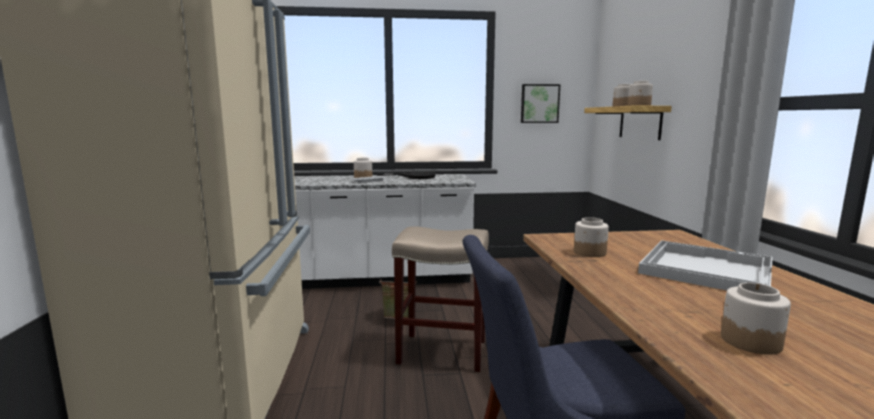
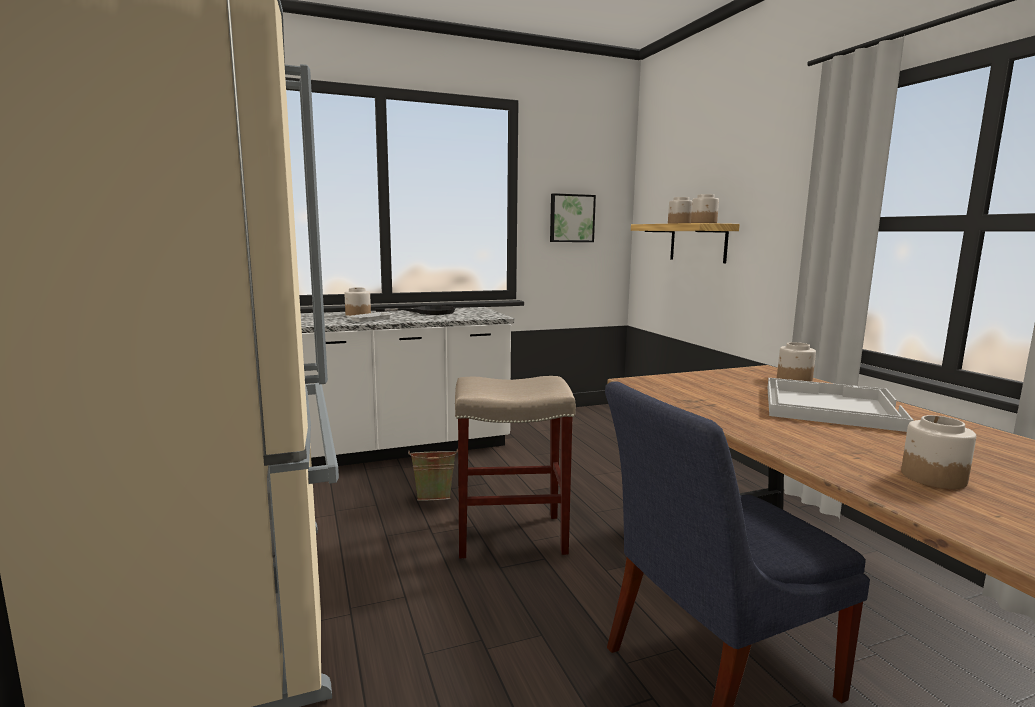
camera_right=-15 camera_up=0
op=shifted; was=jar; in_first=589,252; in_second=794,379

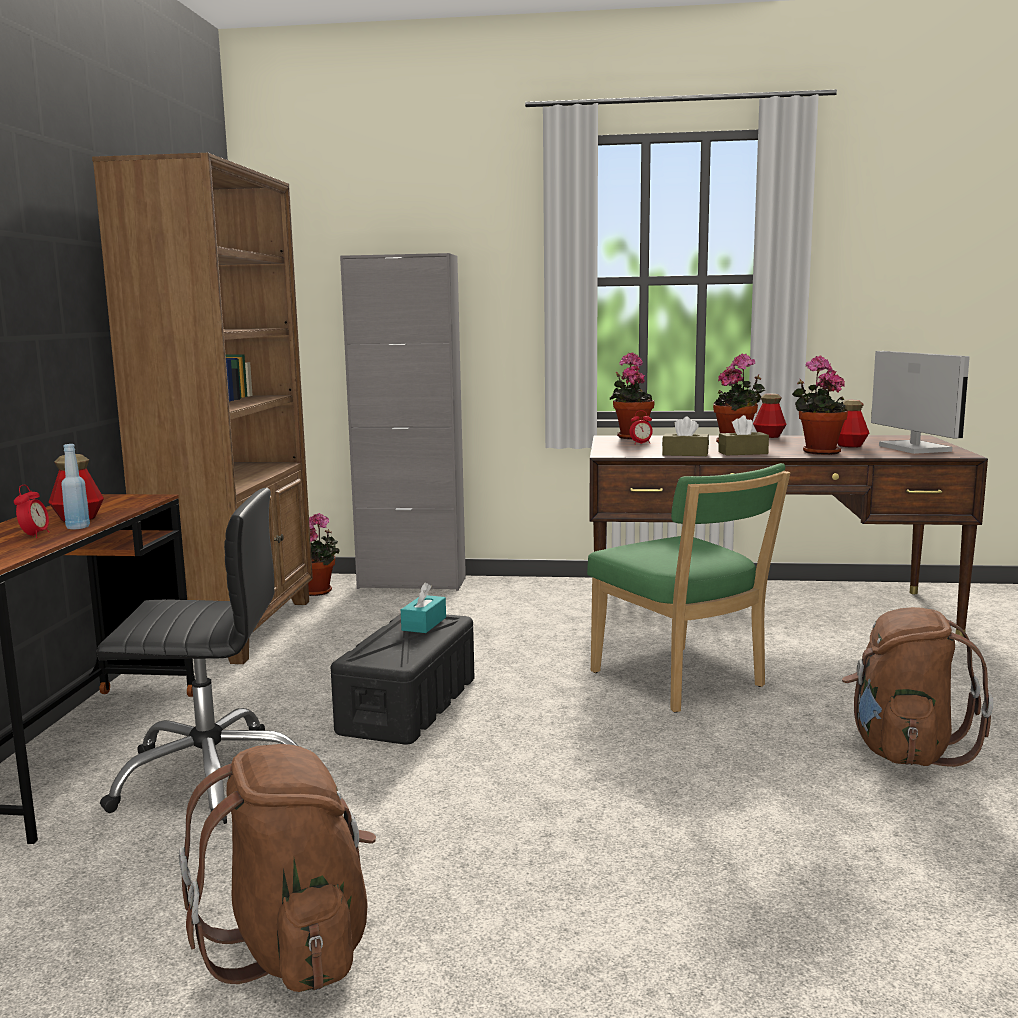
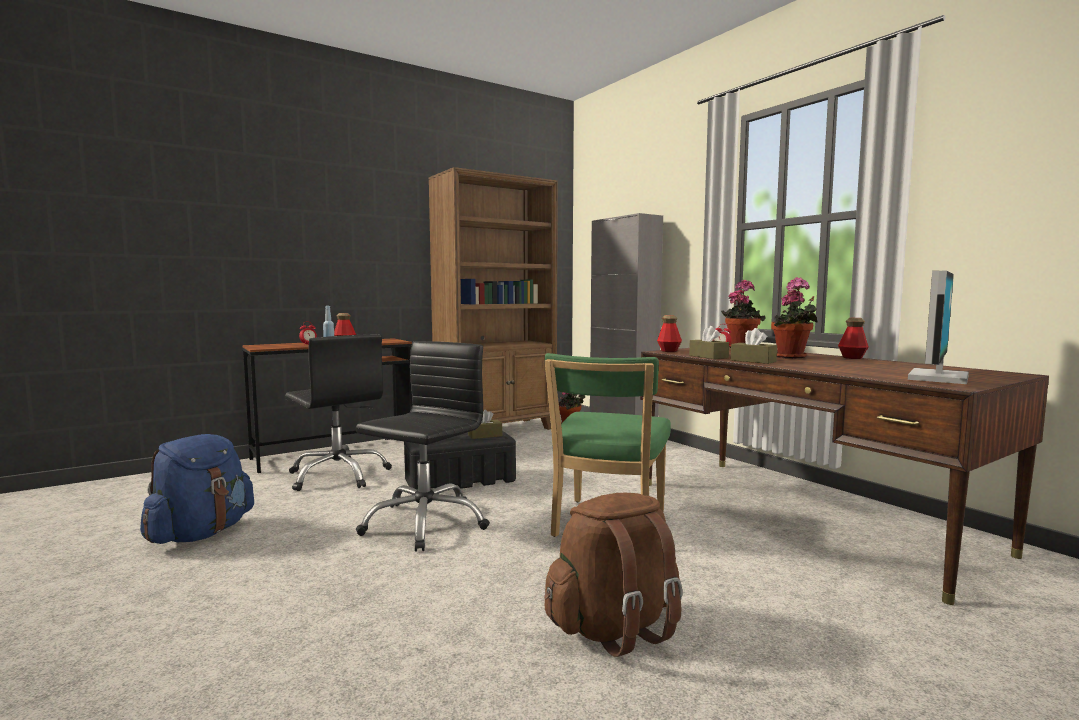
camera_right=50 camera_up=-5
op=repainted; was=brown-coloured backpack; now=bluish backpack; in_first=293,946; in_second=201,533
op=repainted; was=turquoise tissue box; now=brown-coloured tissue box; in_first=424,624; in_second=485,435
op=gone; was=plant in a pot; in_first=817,452
op=shifted; was=bottle; in_first=849,446; in_second=669,351
op=new; now=blackish desk chair; in_second=424,523

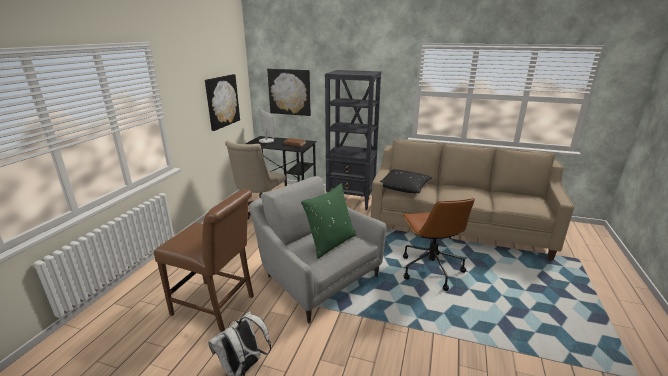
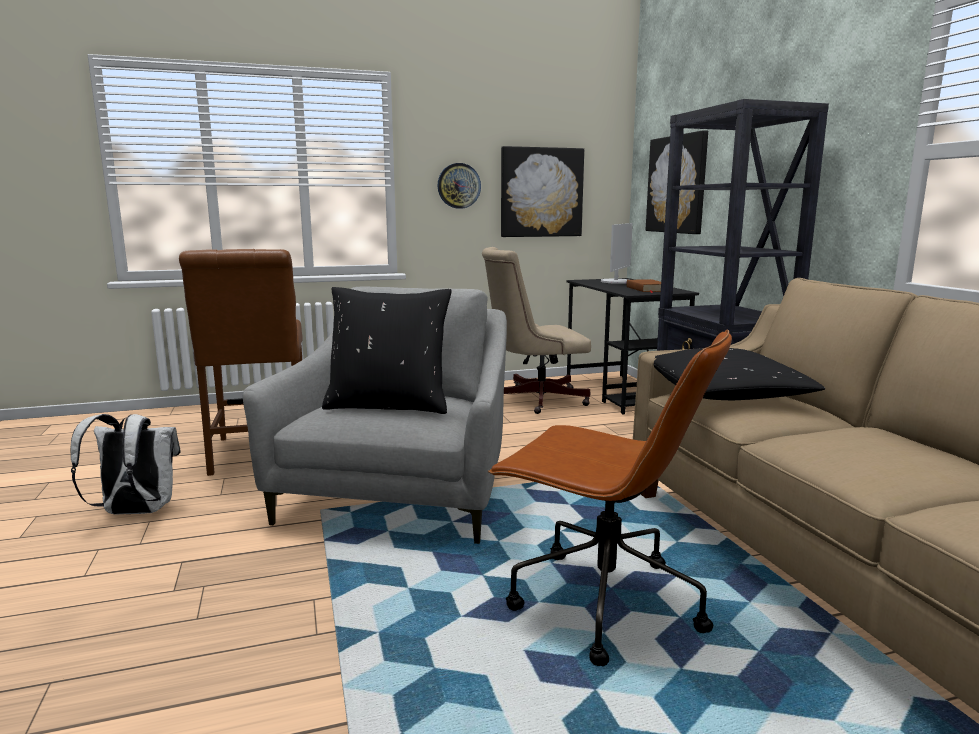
camera_right=55 camera_up=-10
op=repainted; was=green-coloured throw pillow; now=blackish throw pillow; in_first=330,243; in_second=389,405
op=rotated; was=brown-coloured desk chair; in_first=430,269; in_second=601,602; clockwise=-105
op=new; now=wall clock; in_second=459,186

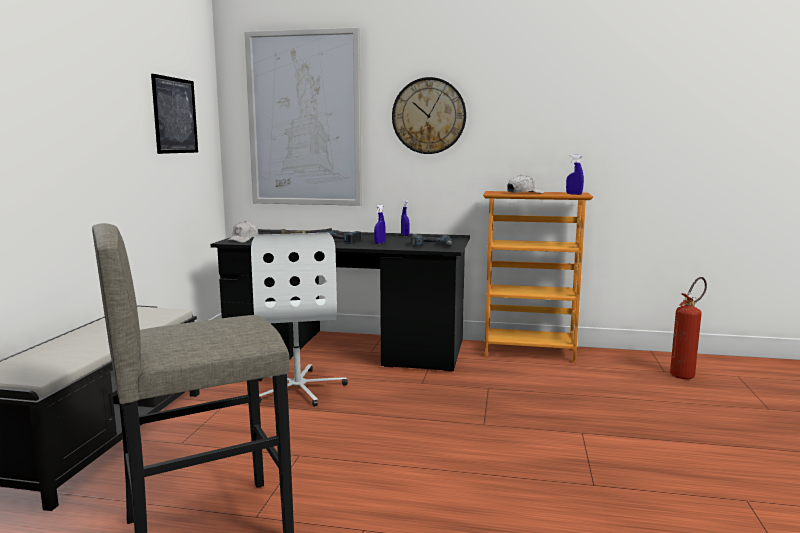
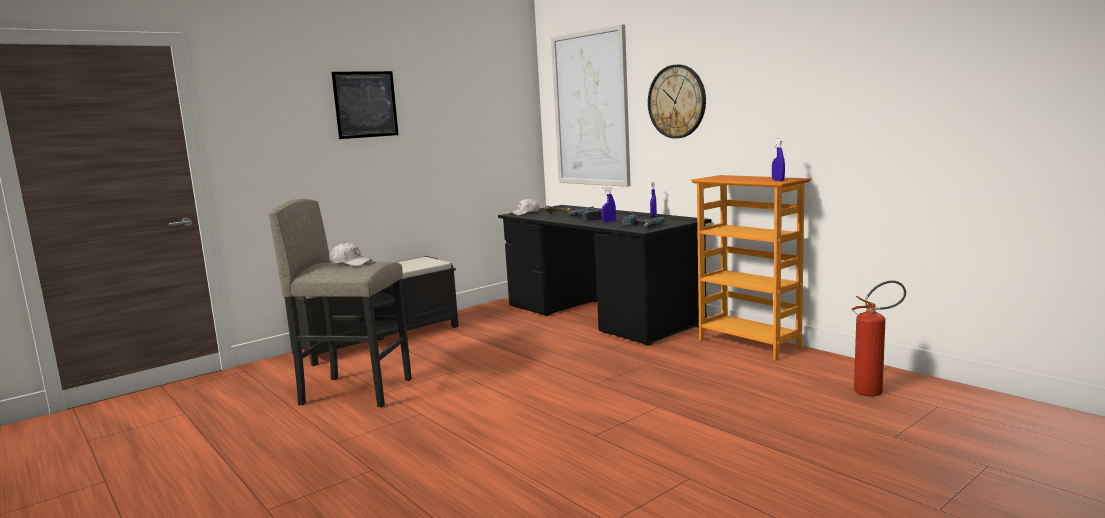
camera_right=40 camera_up=0
op=shifted; was=wall art; in_first=175,115; in_second=365,104
op=gone; was=white desk chair; in_first=298,388
op=shifted; was=white cap; in_first=524,193; in_second=350,263

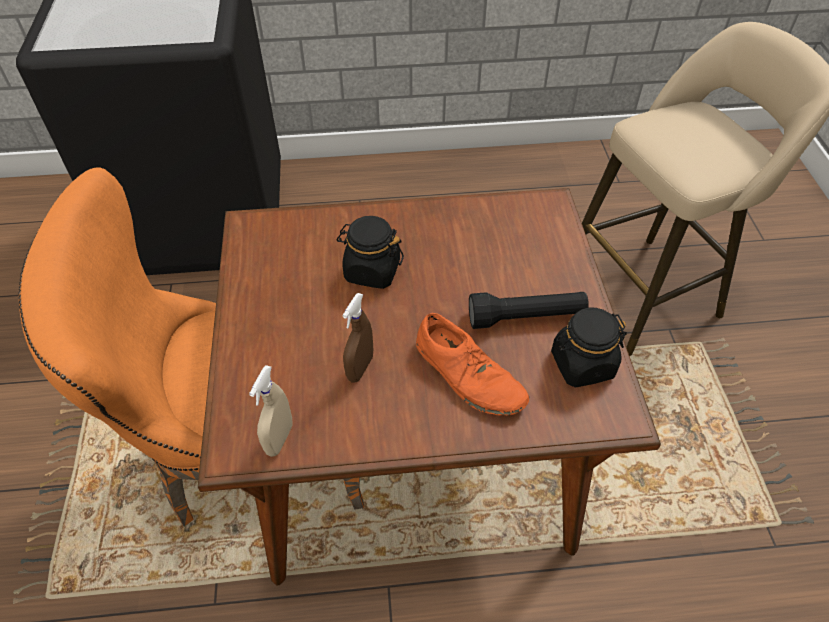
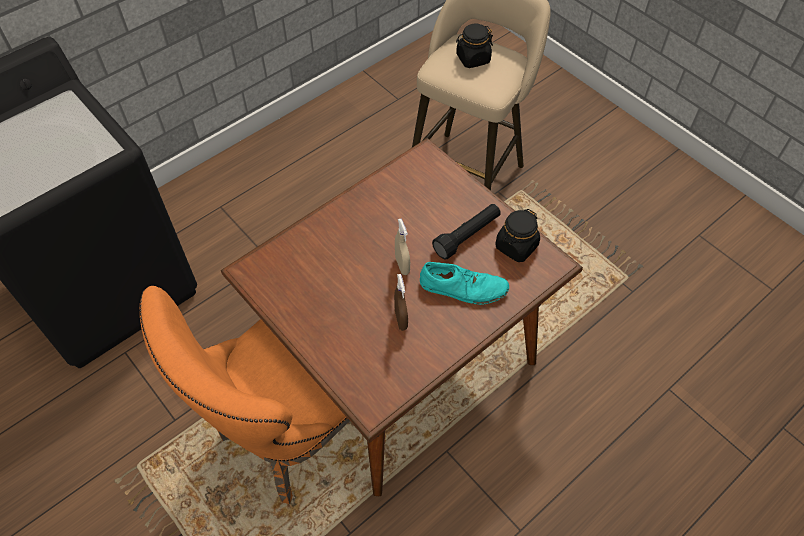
camera_right=-35 camera_up=5
op=shifted; was=sand-coloured hand sprayer; in_first=279,439; in_second=402,265
op=shifted; was=blackish jar; in_first=371,271; in_second=473,59
op=repainted; was=orangey shoe; now=turquoise shoe; in_first=469,375; in_second=463,288

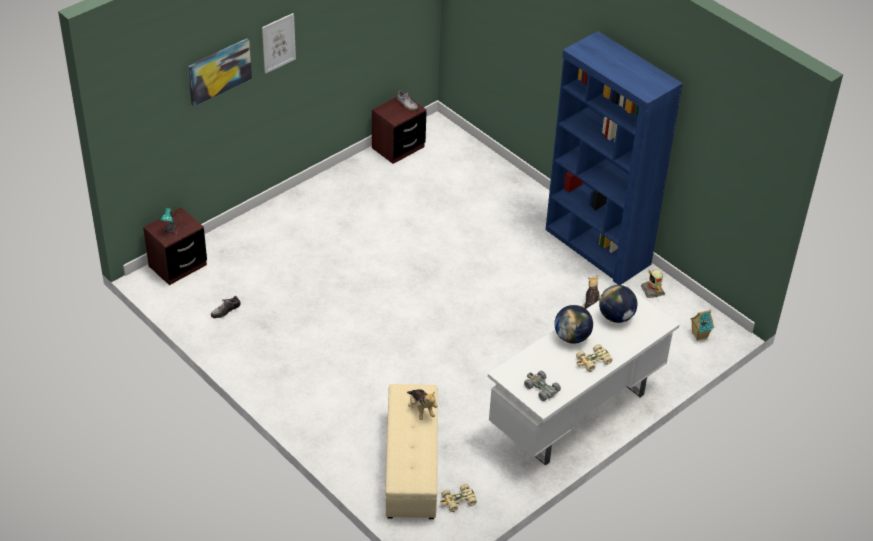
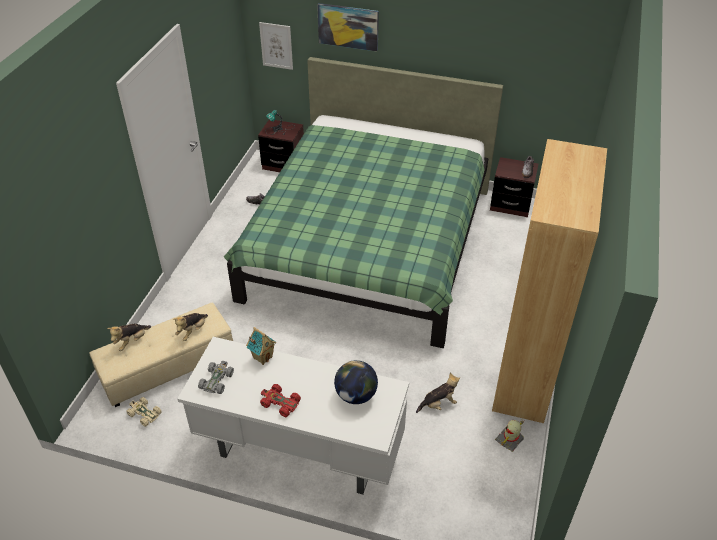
camera_right=60 camera_up=0
op=shifted; was=wall art; in_first=278,43; in_second=276,45
op=repainted; was=bluish bookshelf; now=brown-coloured bookshelf; in_first=597,247; in_second=525,373
op=gone; was=globe; in_first=572,337
op=repainted; was=sand-coloured model car; now=red model car; in_first=593,361; in_second=280,403
op=shifted; was=toy house; in_first=699,335; in_second=262,357
op=new; now=soft toy; in_second=132,341
op=new; now=green-coloured sleeping bed; in_second=369,243

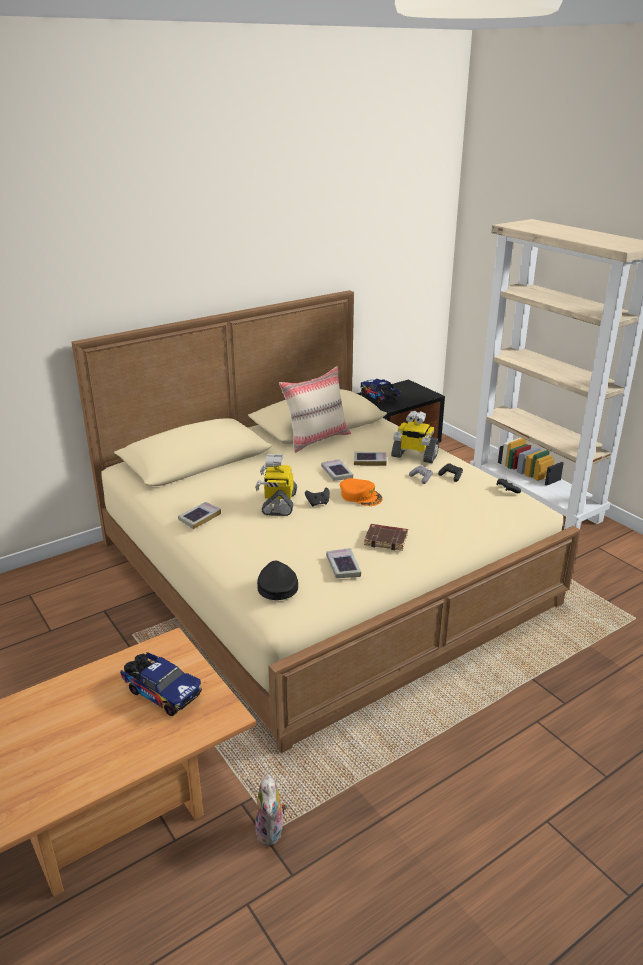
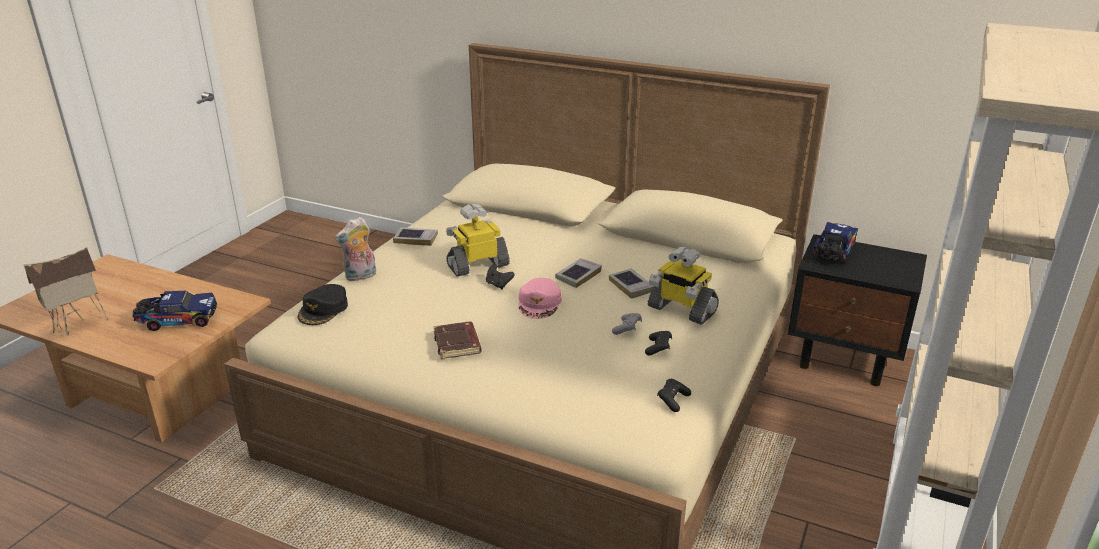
camera_right=60 camera_up=0
op=rotated; was=toy lorry; in_first=161,692; in_second=177,321; clockwise=-105
op=shifted; was=soft toy; in_first=272,831; in_second=360,276
op=rotated; was=blackish cap; in_first=276,586; in_second=323,310; clockwise=150
op=gone; was=sand-coloured throw pillow; in_first=316,439
op=gone; was=bound book; in_first=343,566
op=repainted; was=orangey cap; now=pinkish cap; in_first=360,496; in_second=540,303
op=rotated; was=robot figure; in_first=414,456; in_second=681,309; clockwise=-45
op=new; now=toy house; in_second=79,326

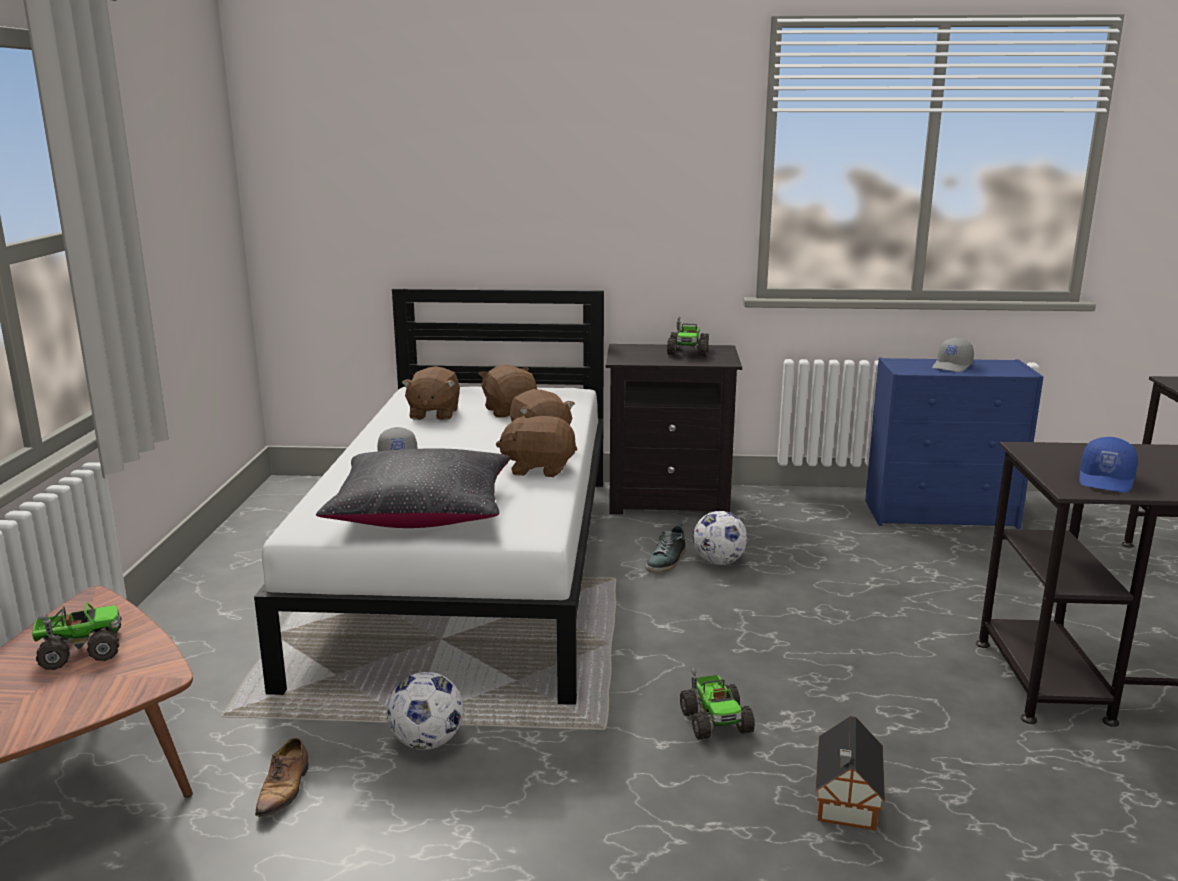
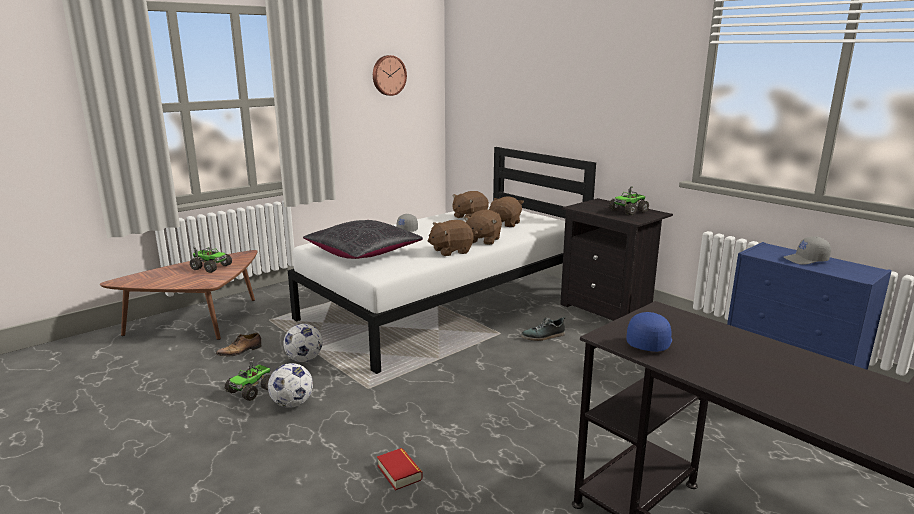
camera_right=45 camera_up=0
op=rotated; was=brown-coloured soft toy; in_first=539,468; in_second=450,251; clockwise=-75
op=shifted; was=toy lorry; in_first=715,721; in_second=252,390
op=shifted; was=football ball; in_first=718,562; in_second=292,404
op=swapped; was=toy house; now=bound book; in_first=845,800; in_second=399,473
op=rotated; was=bluish cap; in_first=1107,481; in_second=648,342; clockwise=135
op=new; now=wall clock; in_second=388,75

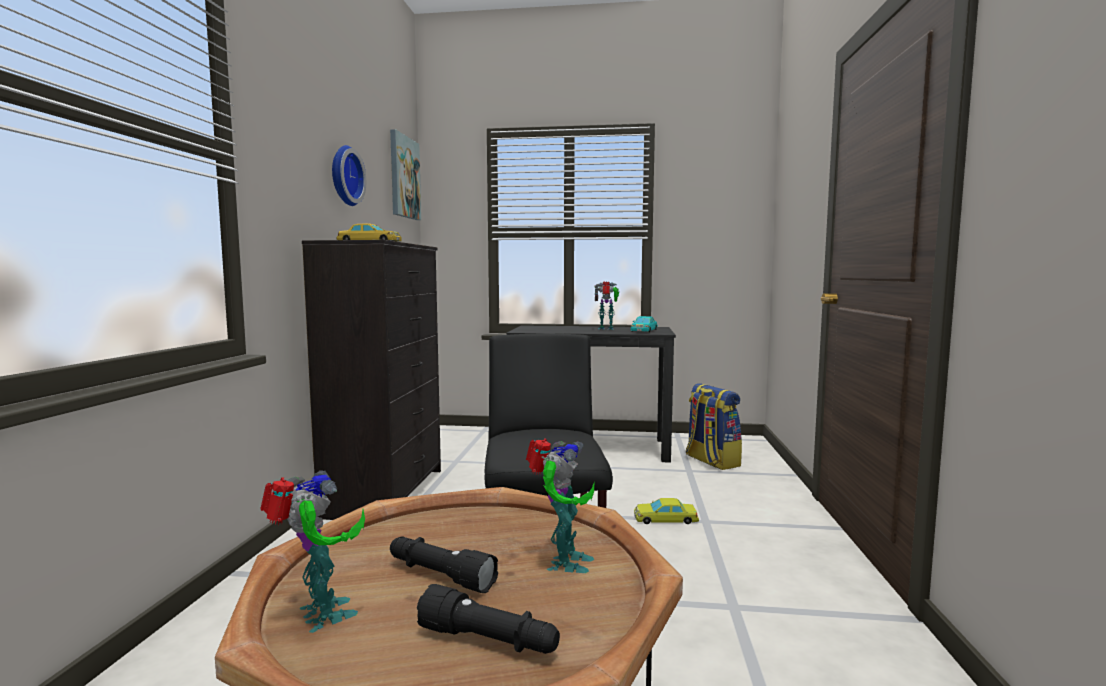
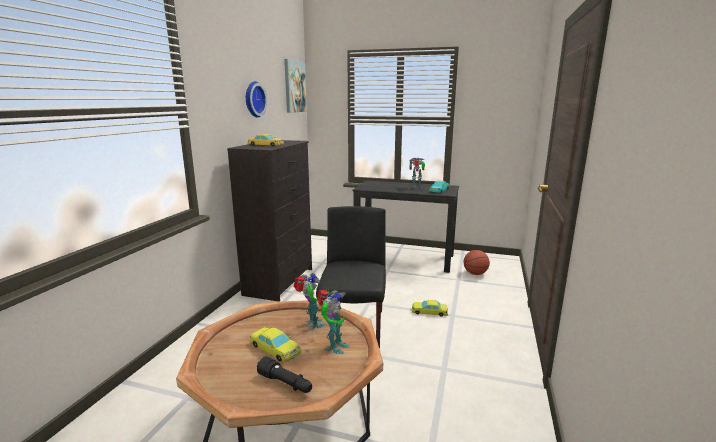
camera_right=10 camera_up=10
op=shifted; was=robot figure; in_first=321,616; in_second=313,325
op=swapped; was=blackish flashlight; now=yellow model car; in_first=439,575; in_second=275,348
op=swapped; was=backpack; now=basketball ball; in_first=711,461; in_second=475,273

